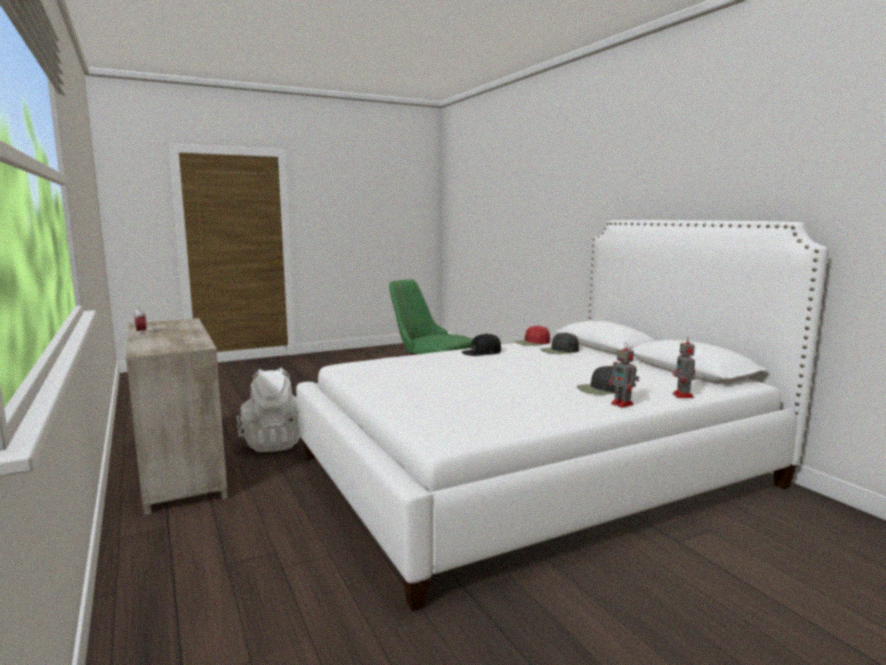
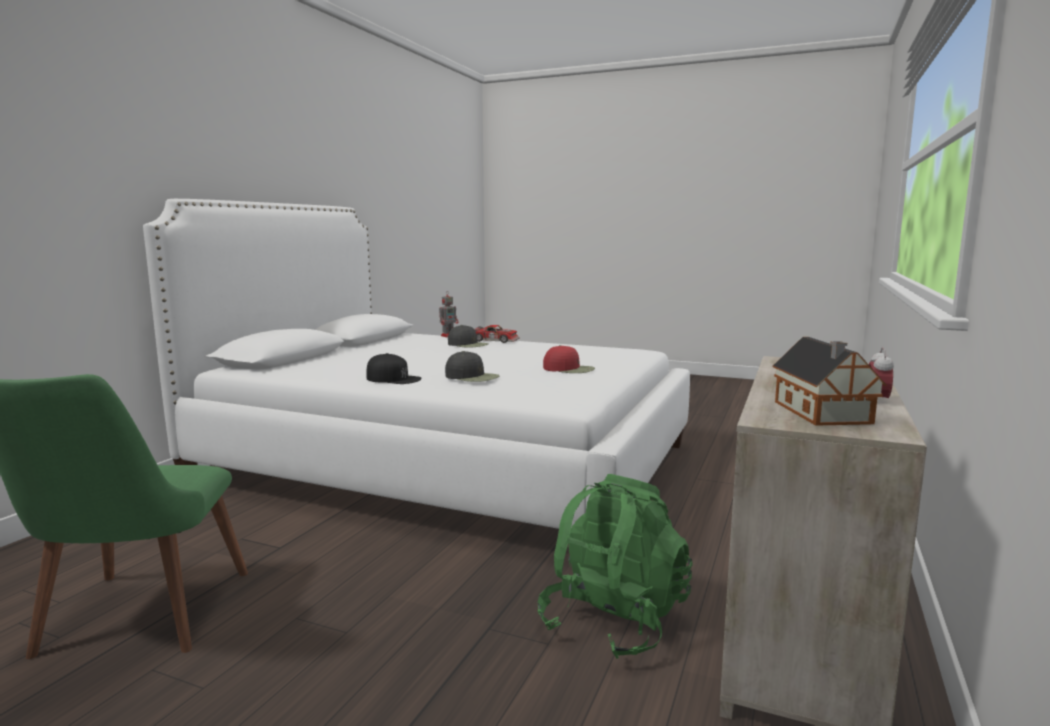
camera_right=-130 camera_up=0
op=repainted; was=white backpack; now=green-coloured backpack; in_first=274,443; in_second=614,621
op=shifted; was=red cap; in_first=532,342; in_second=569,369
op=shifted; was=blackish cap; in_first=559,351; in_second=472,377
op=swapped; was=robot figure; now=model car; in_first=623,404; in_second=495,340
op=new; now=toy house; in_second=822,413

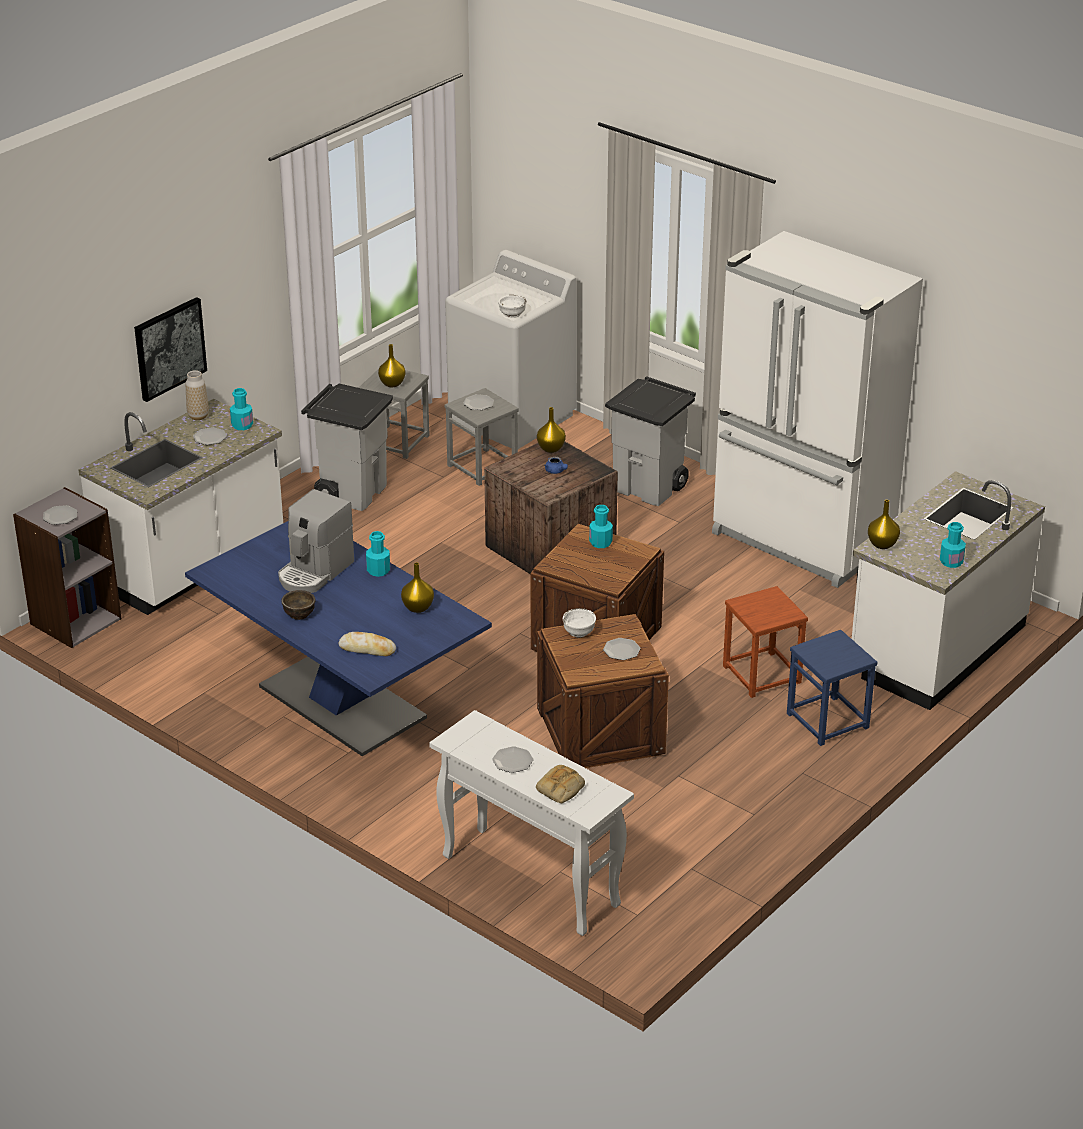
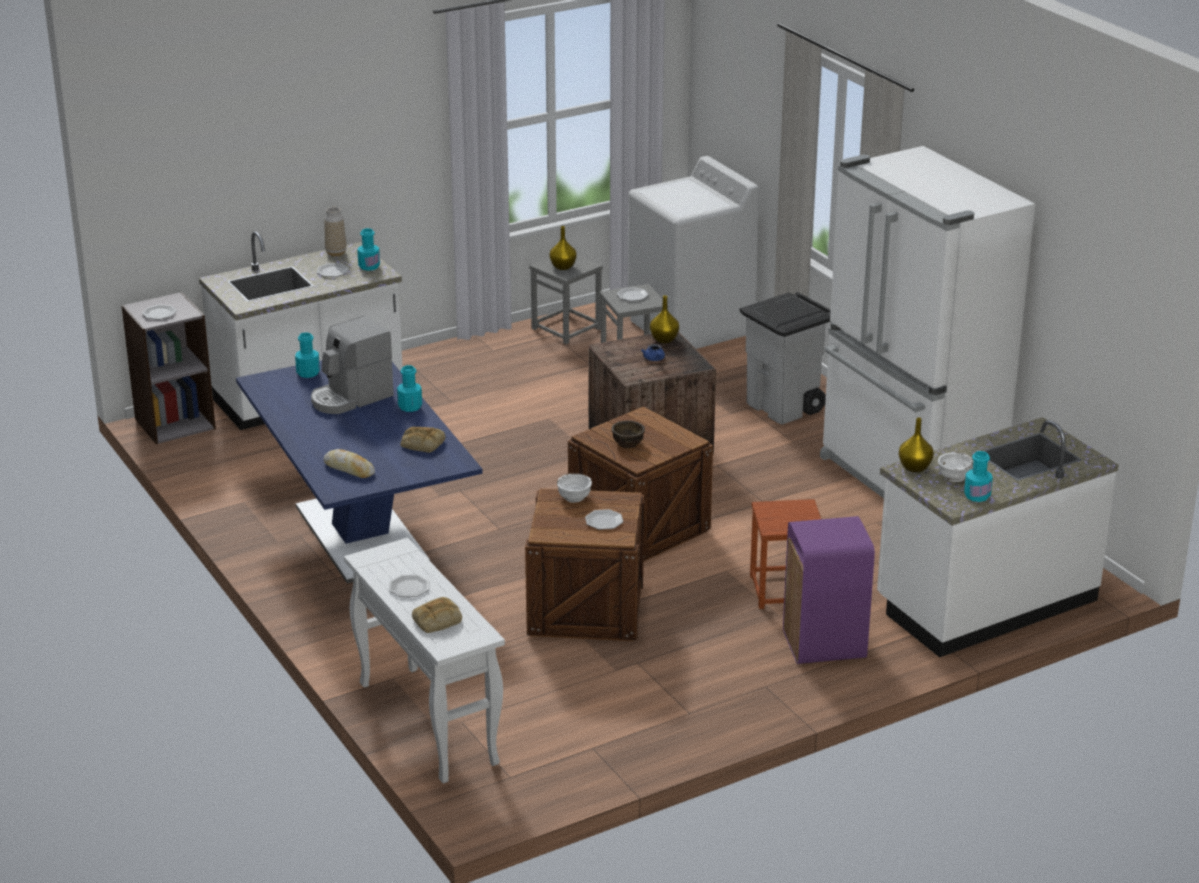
camera_right=20 camera_up=-5
op=gone; was=wall art; in_first=169,348
op=shifted; was=brown-coloured bowl; in_first=299,614; in_second=627,443
op=gone; was=greyish rubbish bin; in_first=352,492
op=swapped; was=yellow decorative vase; now=bakery bread; in_first=417,608; in_second=422,443
op=shifted; was=white bowl; in_first=512,314; in_second=954,477
op=shifted; was=turquoise bottle; in_first=600,543; in_second=308,373
op=swapped; was=bluish sitting stool; now=purple rubbish bin; in_first=828,720; in_second=825,645

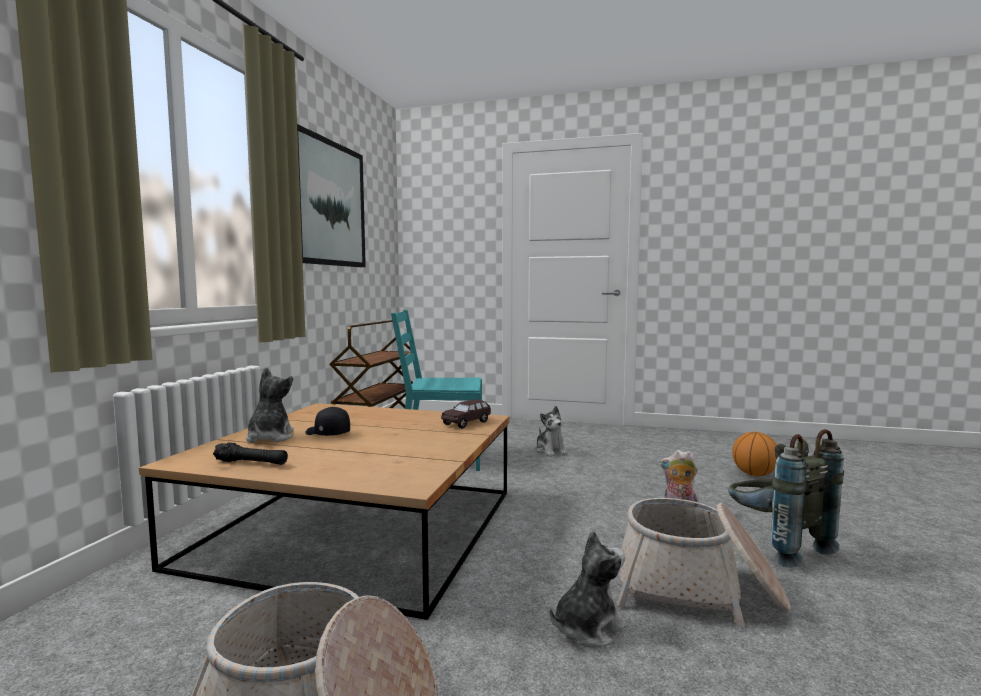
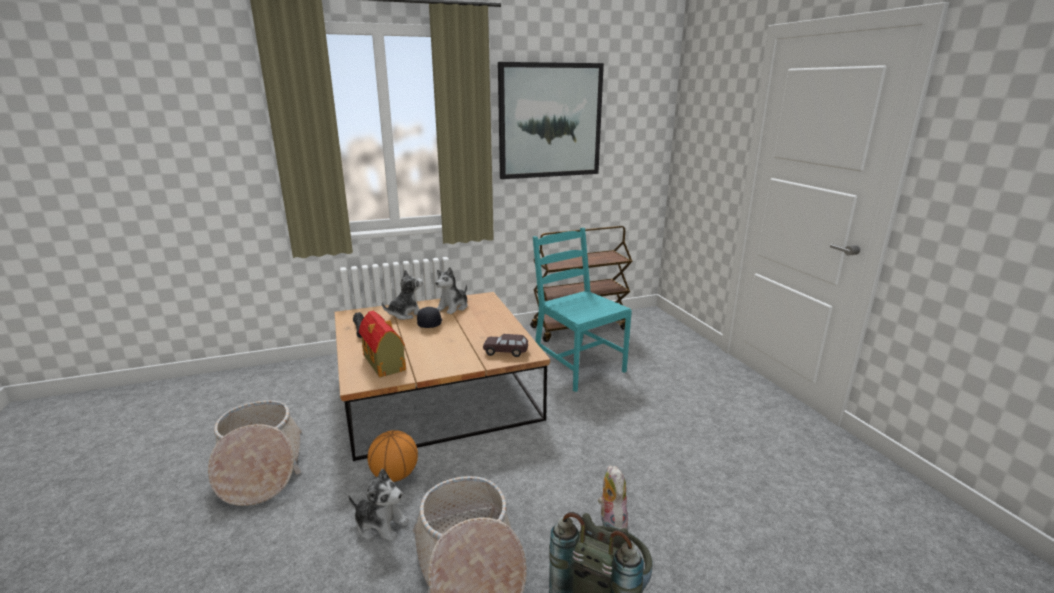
camera_right=55 camera_up=15
op=shifted; was=soft toy; in_first=550,451; in_second=453,307
op=shifted; was=basketball ball; in_first=754,474; in_second=395,475
op=new; now=toy house; in_second=384,363

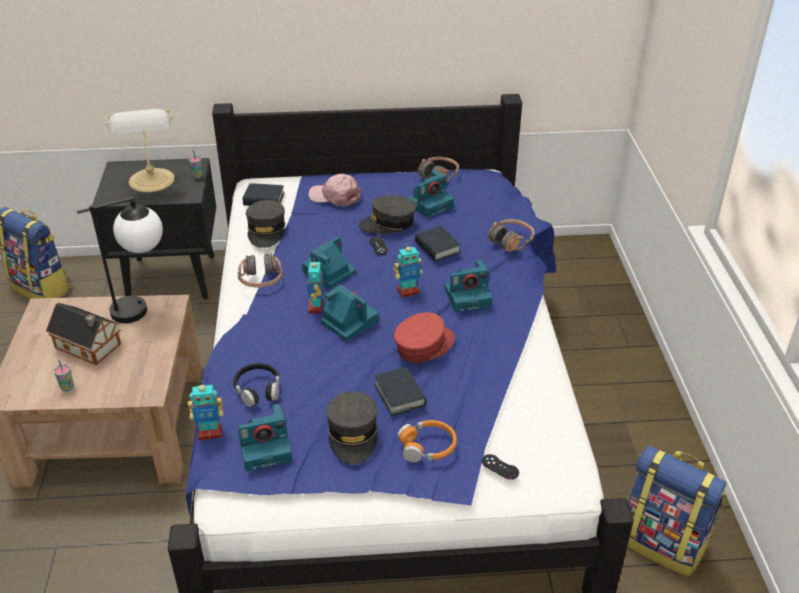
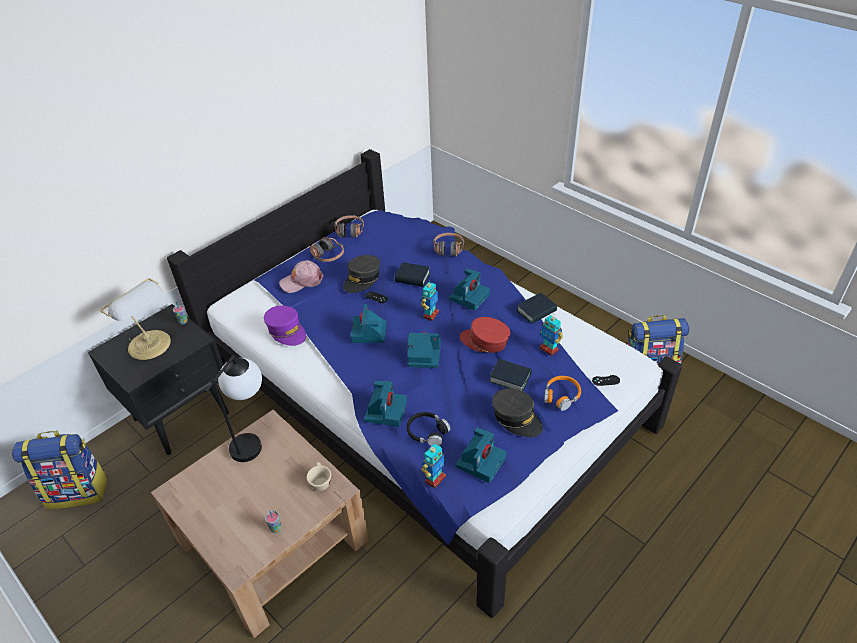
camera_right=-40 camera_up=5
op=gone; was=toy house; in_first=89,347
op=shifted; was=headphones; in_first=261,279; in_second=328,256
op=shifted; was=bound book; in_first=264,200; in_second=536,311
op=repainted; was=greyish cap; now=purple cap; in_first=266,231; in_second=286,331
op=shifted; was=robot figure; in_first=316,307; in_second=549,349
op=rotated; was=red cap; in_first=424,346; in_second=485,341; clockwise=-75
op=shifted; was=photo camera; in_first=430,203; in_second=385,410
op=new; now=sand-coloured small cup; in_second=320,481

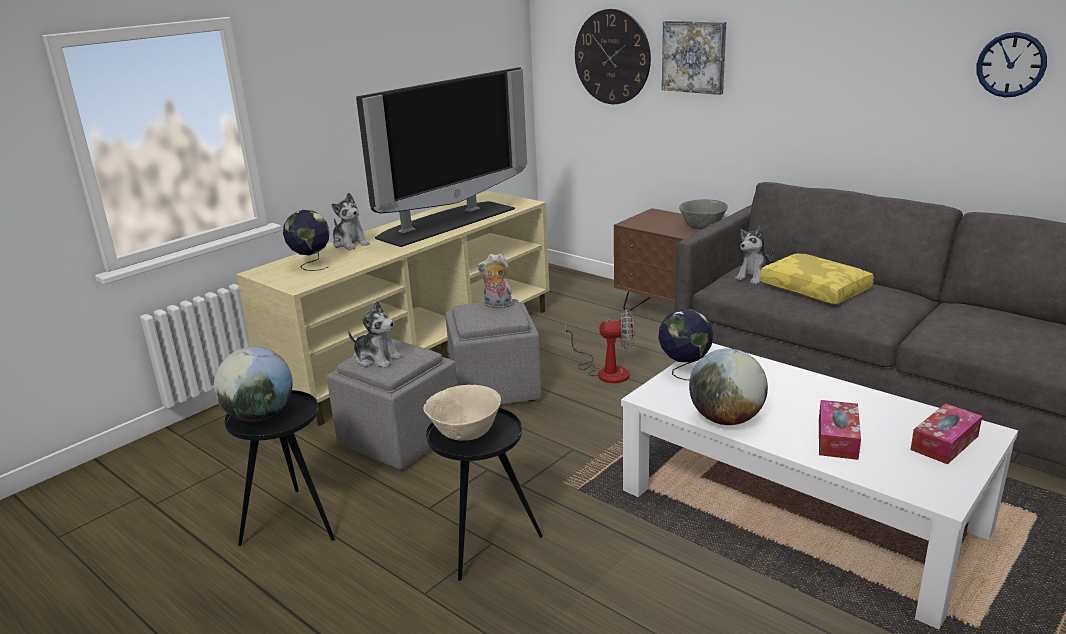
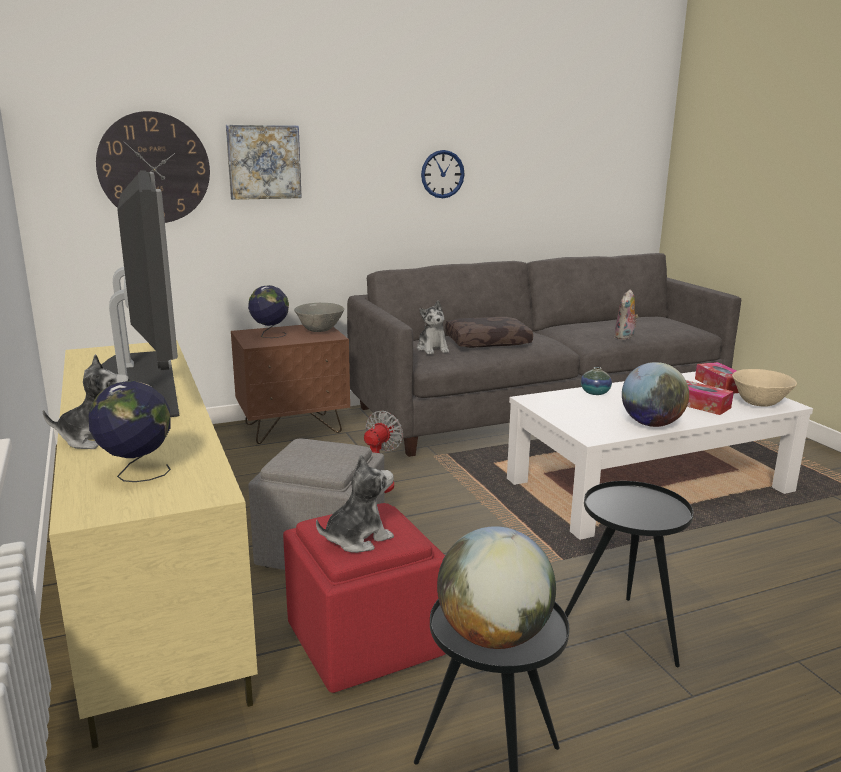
camera_right=-65 camera_up=-5
op=repainted; was=greyish ottoman; now=red ottoman; in_first=400,438; in_second=363,641
op=shifted; was=sand-coloured bowl; in_first=466,435; in_second=760,404
op=shifted; was=soft toy; in_first=497,306; in_second=625,337
op=shifted; was=globe; in_first=684,372; in_second=270,335
op=repainted; was=yellow throw pillow; now=brown-coloured throw pillow; in_first=816,289; in_second=488,342
op=shifted; was=wall clock; in_first=1011,65; in_second=442,174
op=new; now=decorative vase; in_second=595,393

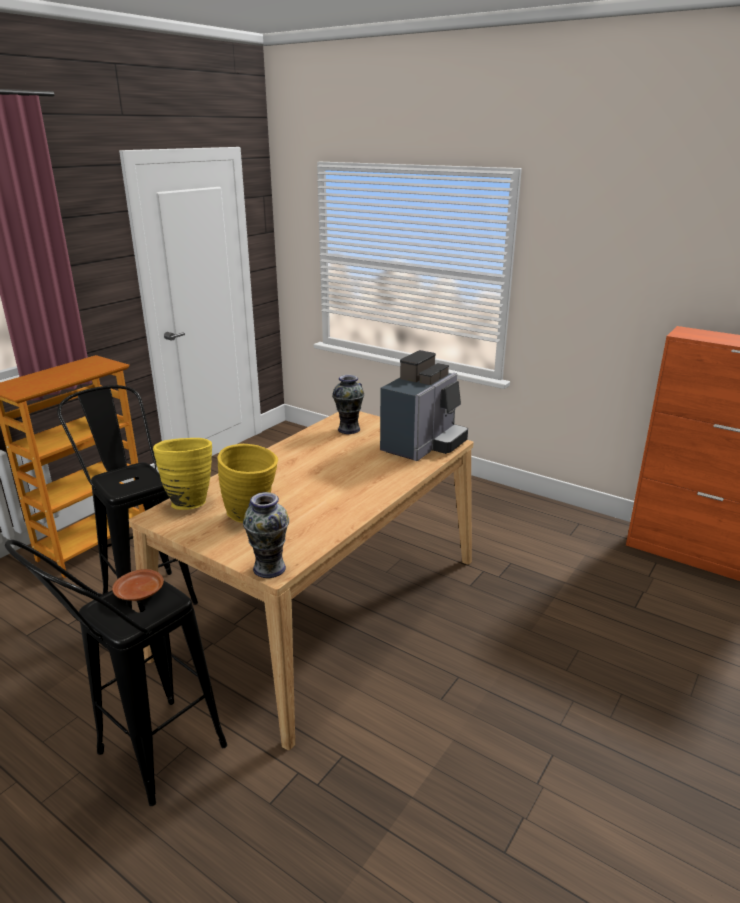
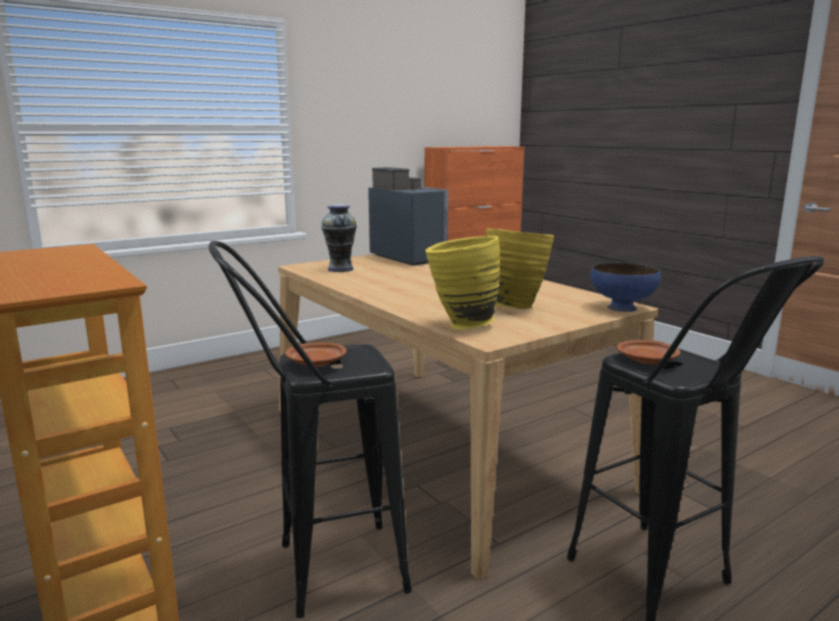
camera_right=-70 camera_up=-10
op=swapped; was=decorative vase; now=bluish bowl; in_first=269,568; in_second=622,308
op=new; now=brown-coloured dinner plate; in_second=317,363

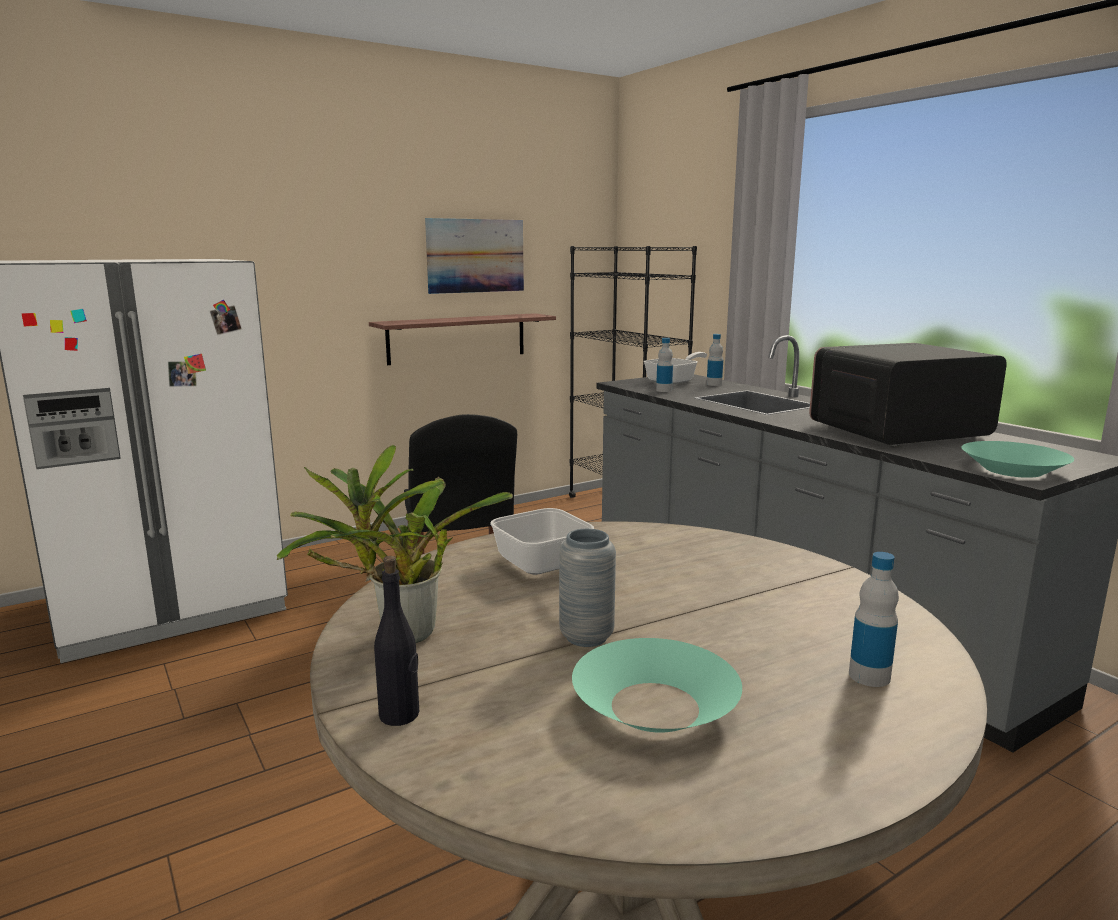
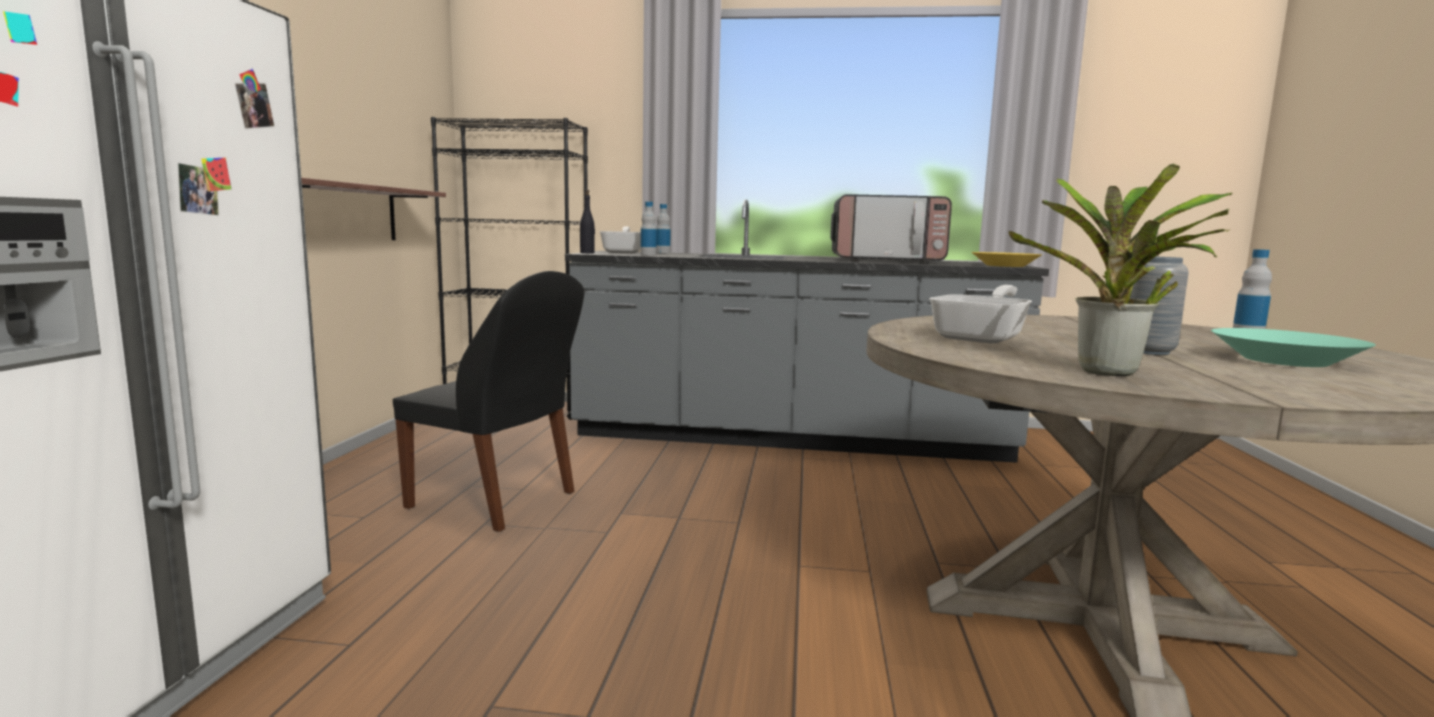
camera_right=-50 camera_up=-5
op=shifted; was=blackish bottle; in_first=399,715; in_second=587,253
op=gone; was=wall art; in_first=475,256
op=rotated; was=frying pan; in_first=548,567; in_second=983,337; clockwise=-60
op=rotated; was=kitchen microwave; in_first=897,432; in_second=886,261; clockwise=-105
op=repainted; was=turquoise bowl; now=yellow bowl; in_first=1013,470; in_second=1005,265

